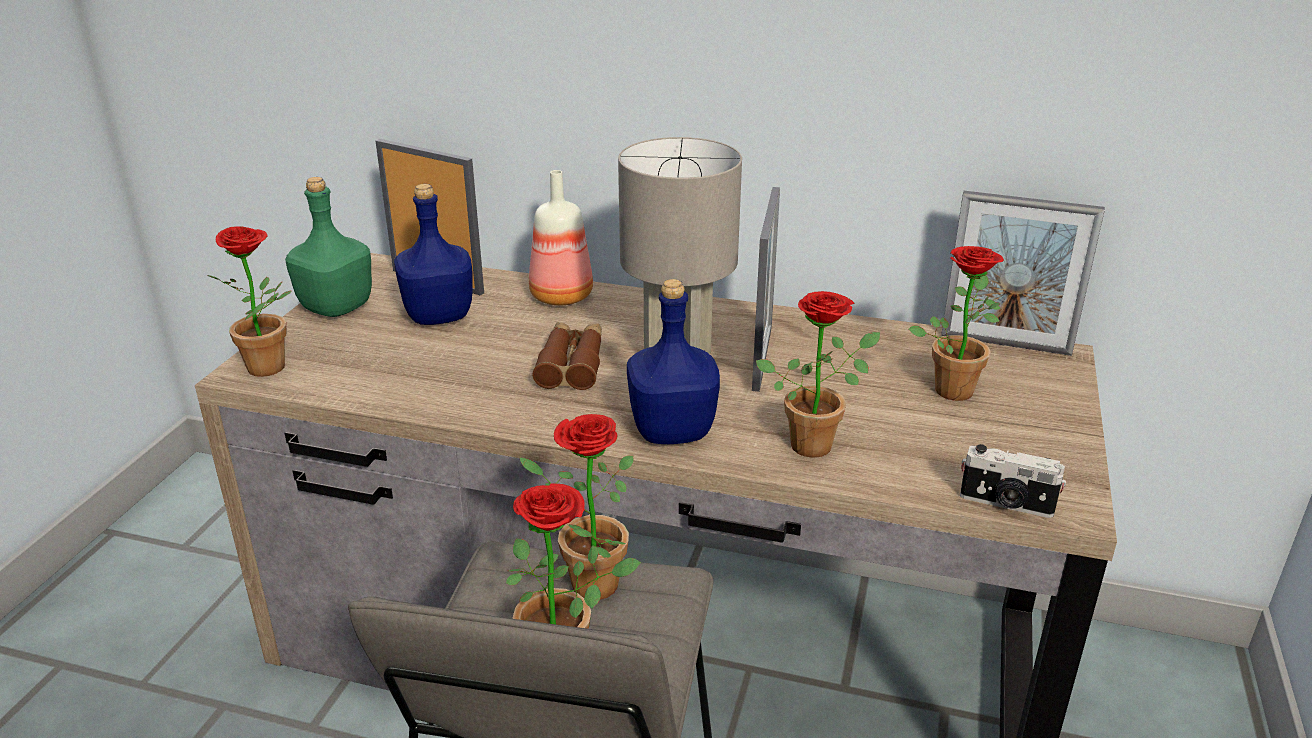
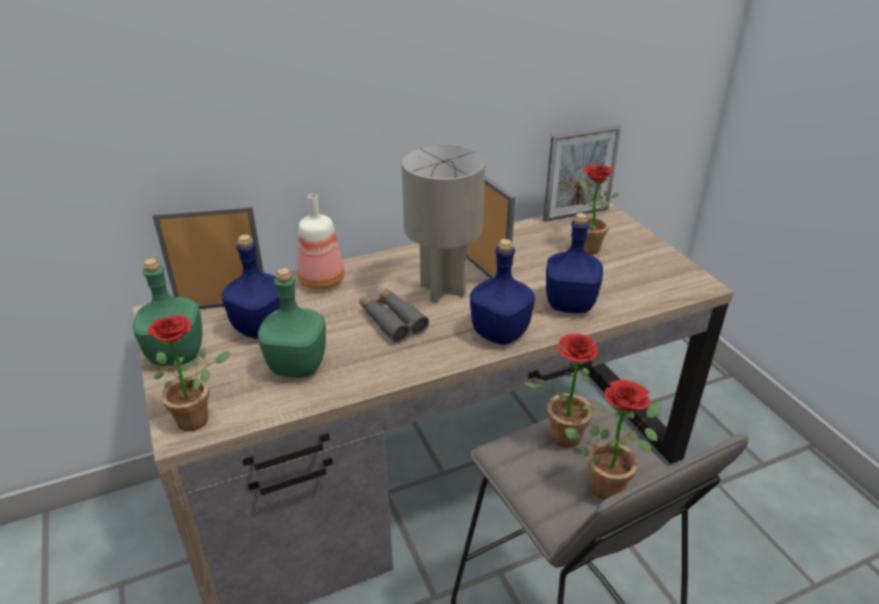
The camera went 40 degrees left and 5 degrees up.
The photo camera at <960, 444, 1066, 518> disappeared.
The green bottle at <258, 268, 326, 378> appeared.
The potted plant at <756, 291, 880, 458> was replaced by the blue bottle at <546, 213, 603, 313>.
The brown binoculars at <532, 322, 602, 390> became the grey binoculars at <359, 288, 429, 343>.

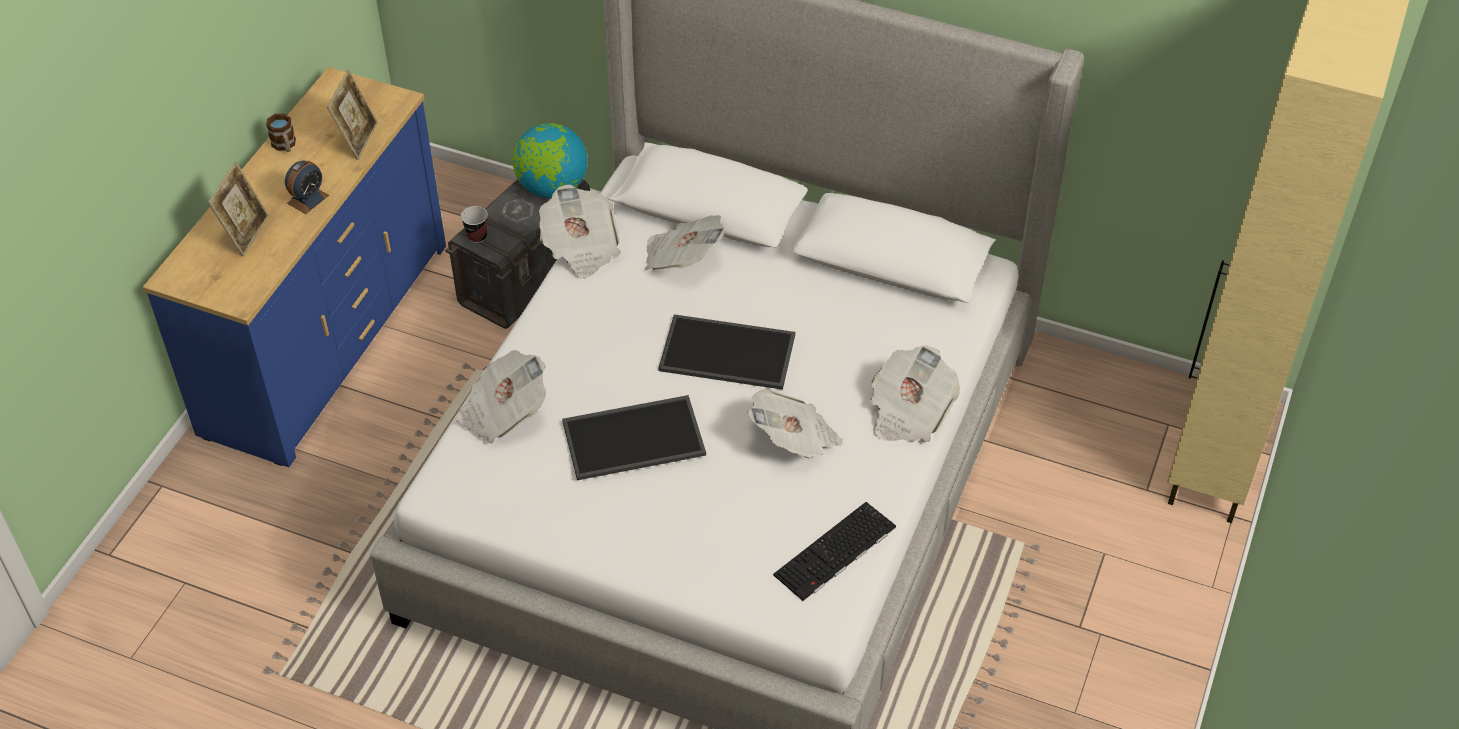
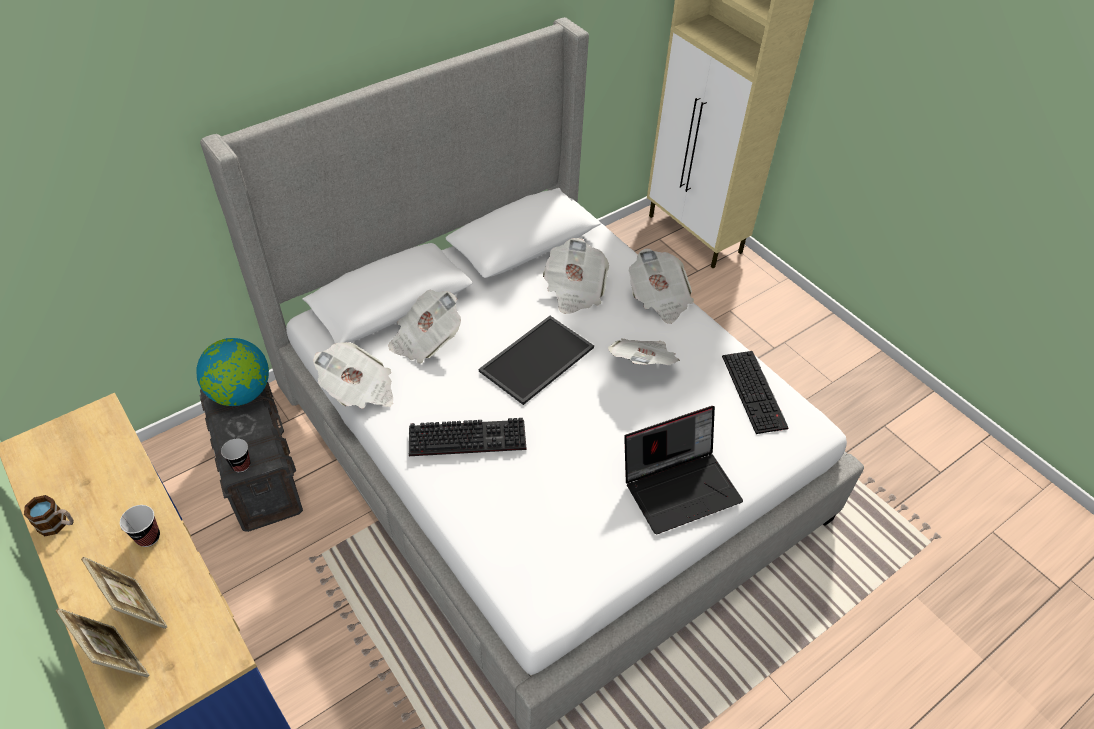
The camera went 60 degrees left and 0 degrees up.
The tray at <562, 395, 706, 480> disappeared.
The keyboard at <409, 418, 526, 456> appeared.
The laptop at <624, 406, 743, 534> appeared.
The picture frame moved from <327, 70, 378, 160> to <56, 608, 150, 677>.
The newspaper moved from <456, 350, 546, 444> to <543, 238, 609, 314>.
The alarm clock at <285, 160, 329, 214> was replaced by the cup at <120, 505, 160, 547>.

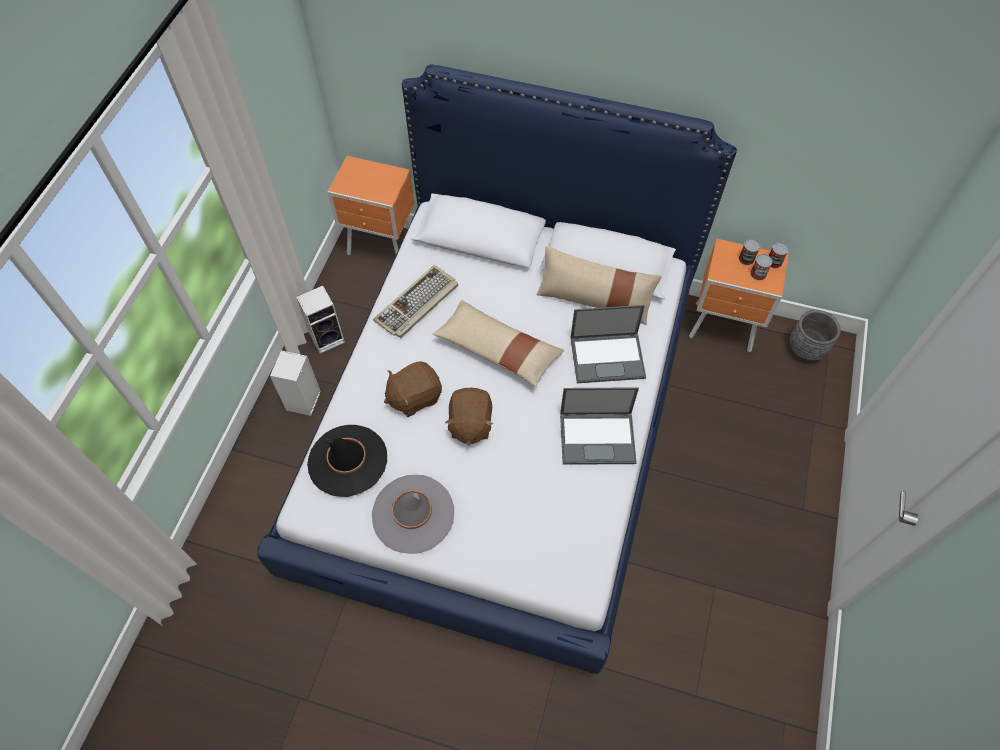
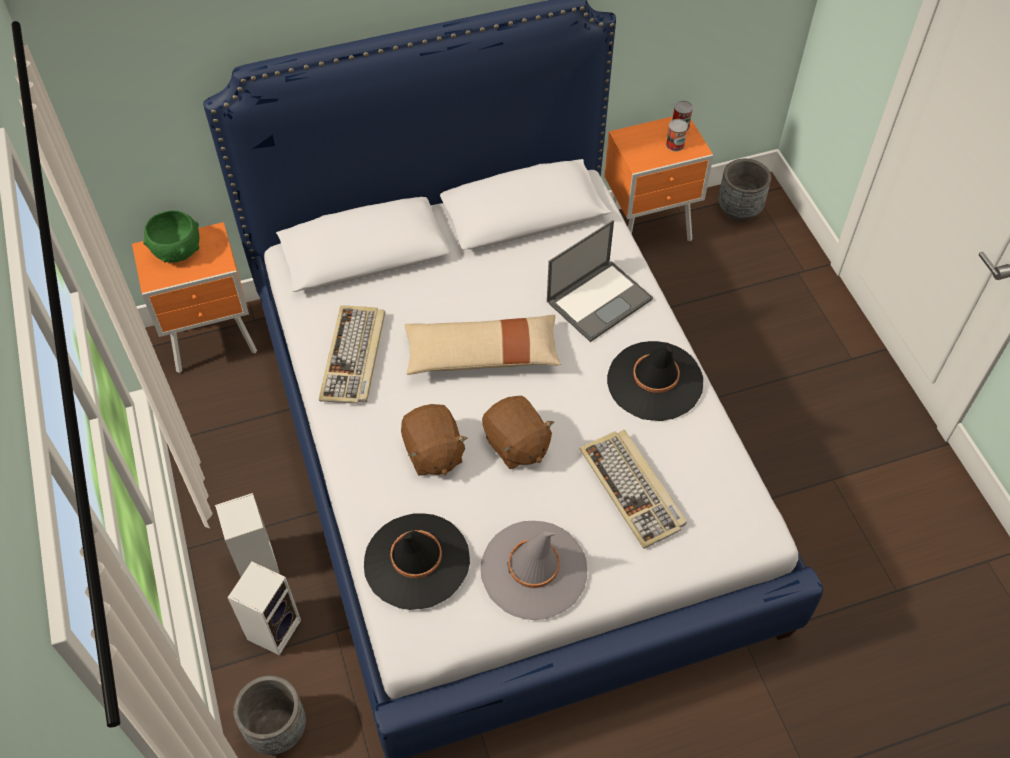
The camera went 35 degrees left and 5 degrees down.
The beige pillow at <536, 246, 662, 325> disappeared.
The can at <739, 239, 760, 265> disappeared.
The green bowl at <143, 210, 199, 263> appeared.
The grey planter at <233, 675, 306, 755> appeared.
The keyboard at <580, 430, 687, 549> appeared.
The speaker moved from <296, 286, 345, 354> to <227, 562, 301, 655>.
The laptop at <560, 387, 639, 465> was replaced by the black hat at <607, 341, 703, 421>.
The brown plush toy at <384, 361, 442, 417> turned 45 degrees counterclockwise.

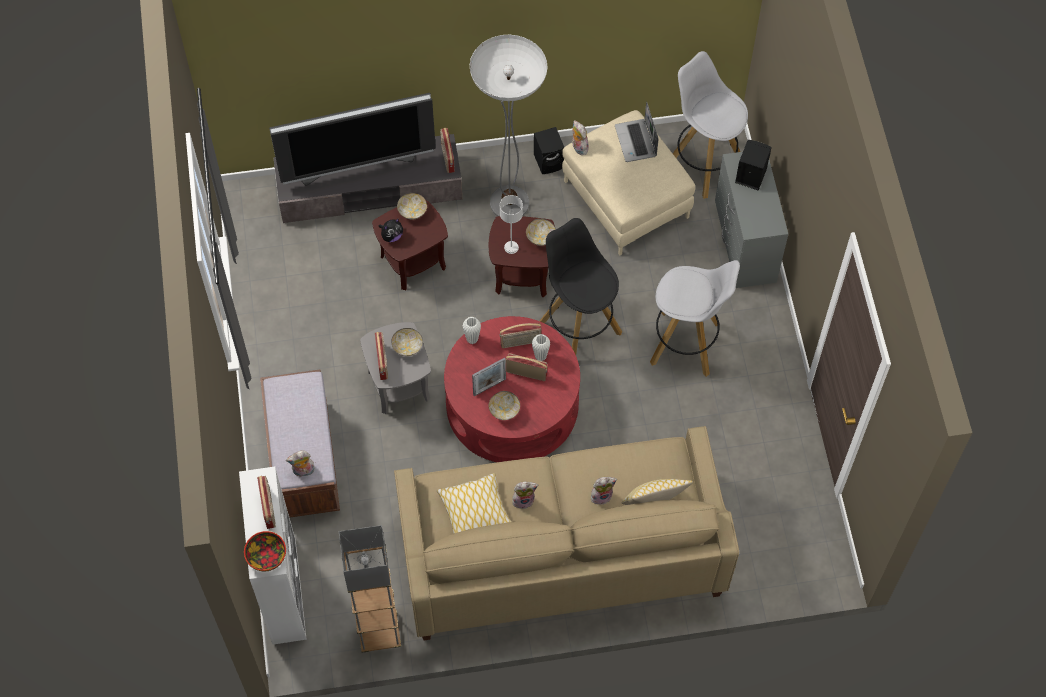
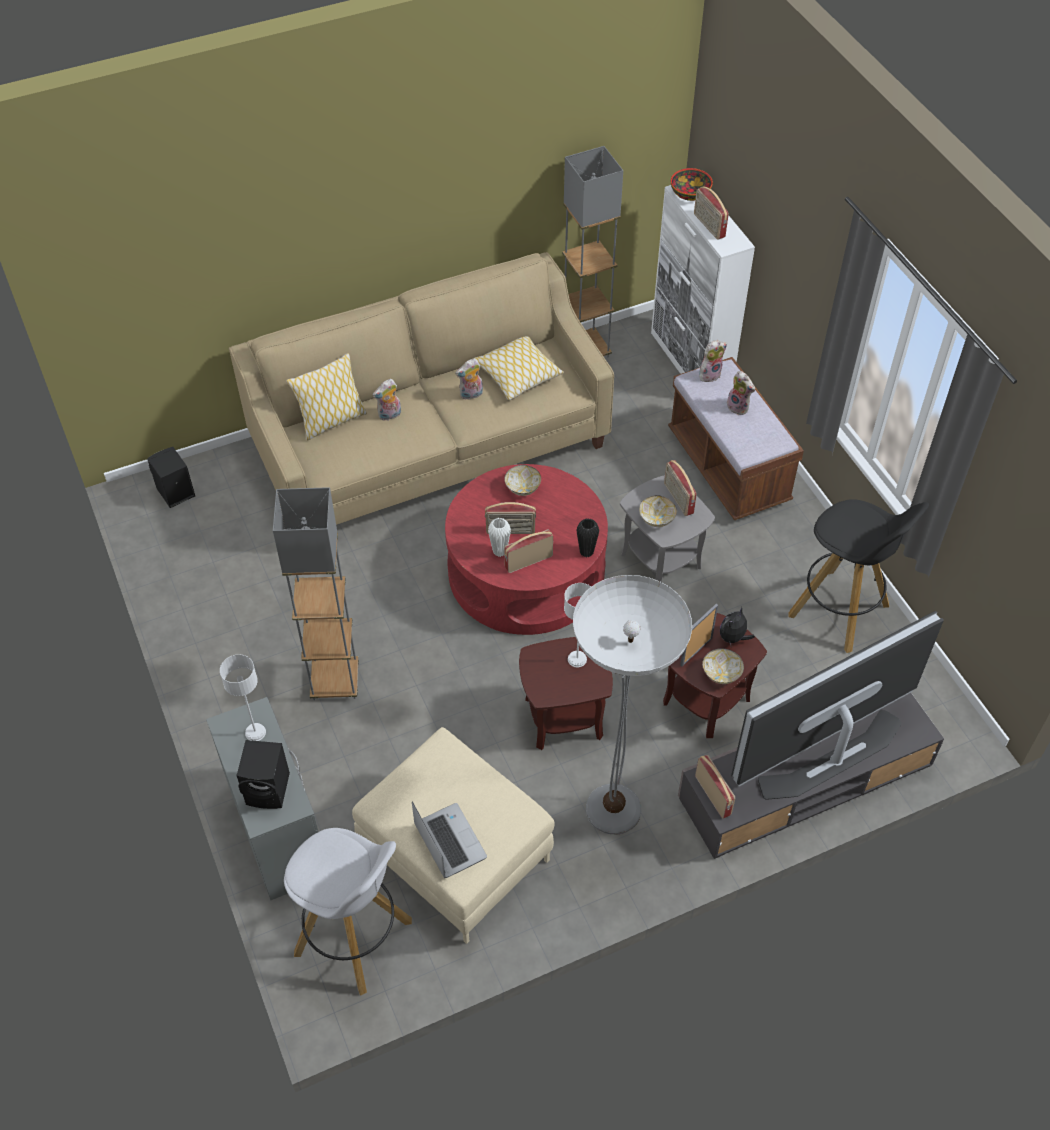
The camera went 165 degrees right and 10 degrees down.
The bowl at <526, 218, 556, 246> disappeared.
The grey table lamp at <220, 655, 266, 741> appeared.
The picture frame moved from <472, 358, 506, 396> to <680, 604, 718, 666>.
The black speaker moved from <534, 127, 564, 174> to <147, 447, 195, 508>.
The black stool moved from <540, 218, 622, 355> to <789, 499, 929, 653>.
The plush toy moved from <572, 120, 590, 155> to <727, 371, 755, 415>.
The white stool at <650, 260, 740, 377> was replaced by the grey floor lamp at <273, 487, 359, 700>.
The white vase at <462, 317, 481, 344> became the black vase at <576, 518, 599, 557>.

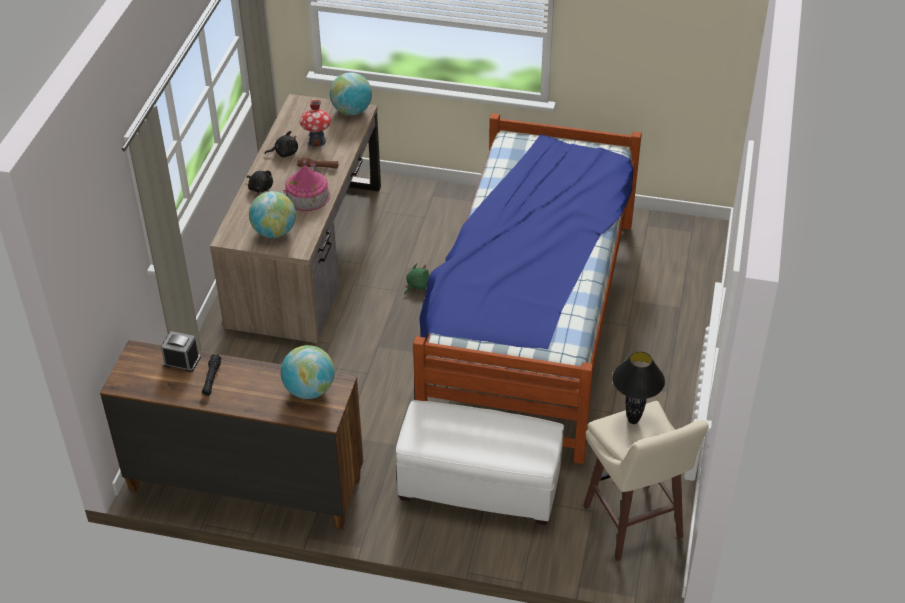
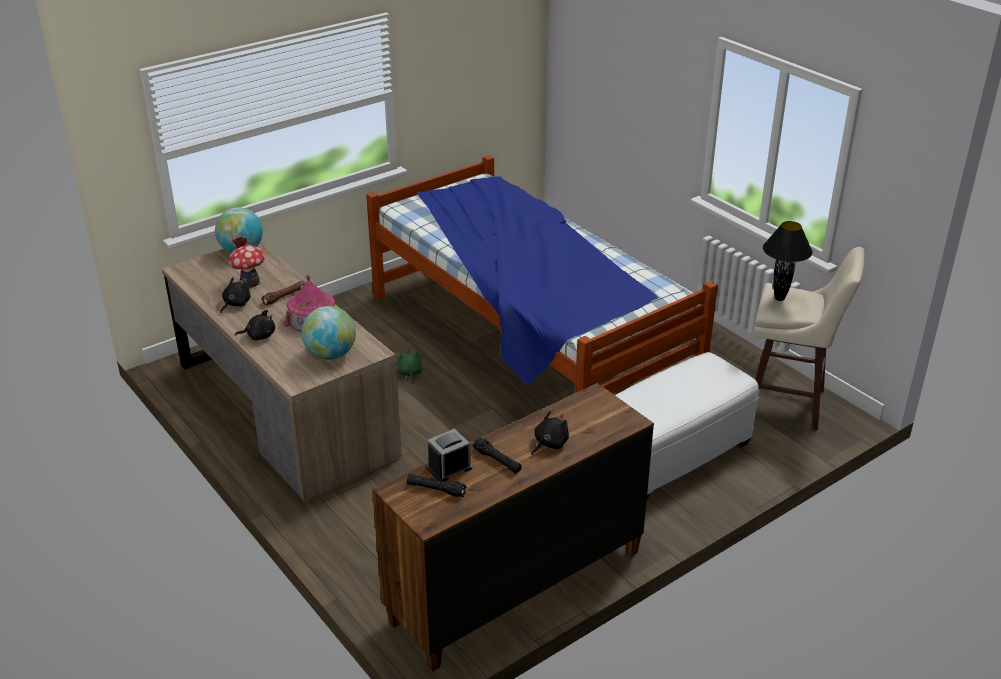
The camera went 50 degrees left and 10 degrees down.
The globe at <281, 345, 335, 399> disappeared.
The black flashlight at <407, 474, 467, 497> appeared.
The black plush toy at <531, 411, 569, 455> appeared.

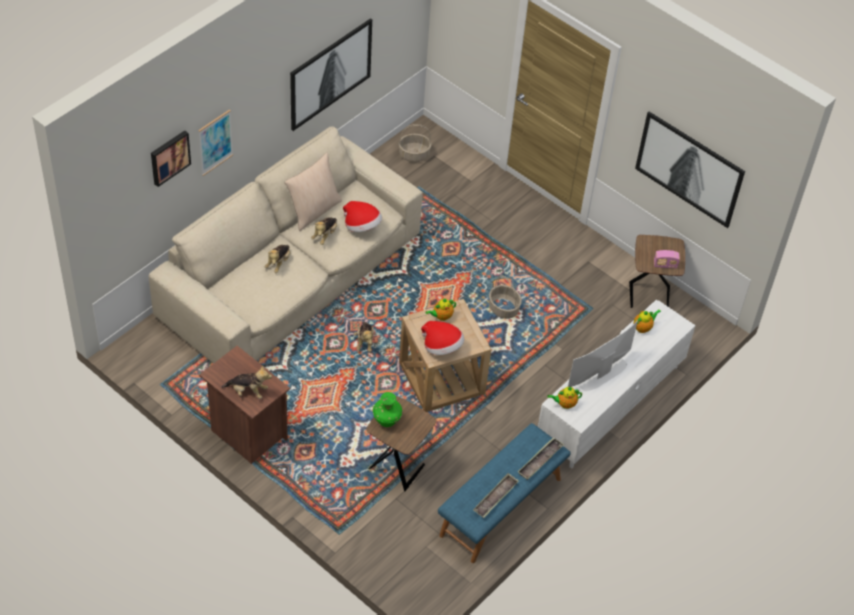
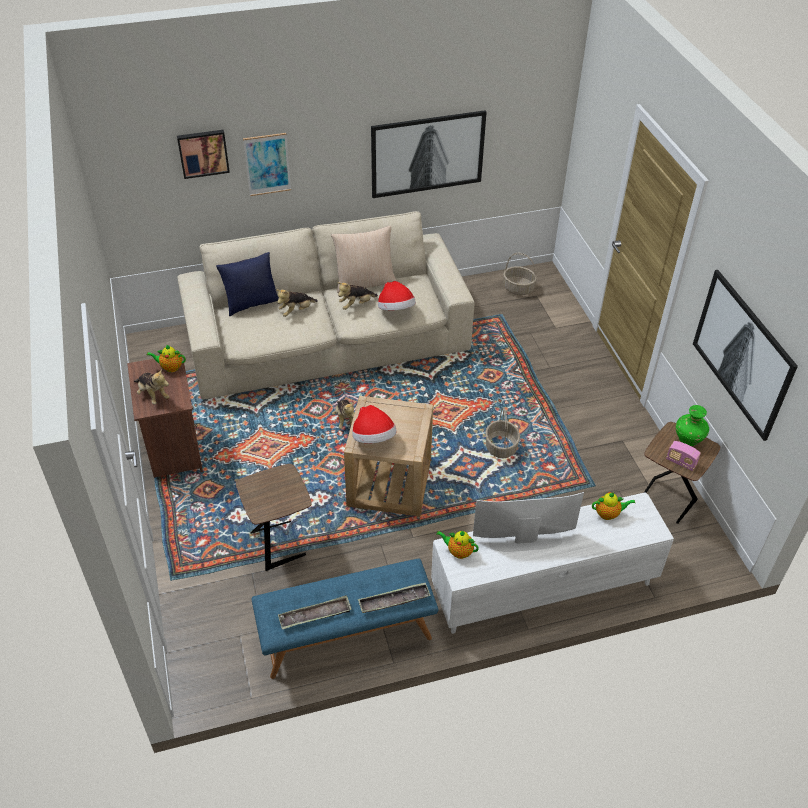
The camera went 35 degrees right and 5 degrees down.
The blue pillow at <216, 252, 279, 316> appeared.
The green vase moved from <373, 392, 402, 427> to <676, 405, 709, 446>.
The teapot moved from <425, 298, 456, 321> to <147, 345, 186, 372>.
The plush toy at <354, 322, 374, 352> turned 45 degrees counterclockwise.

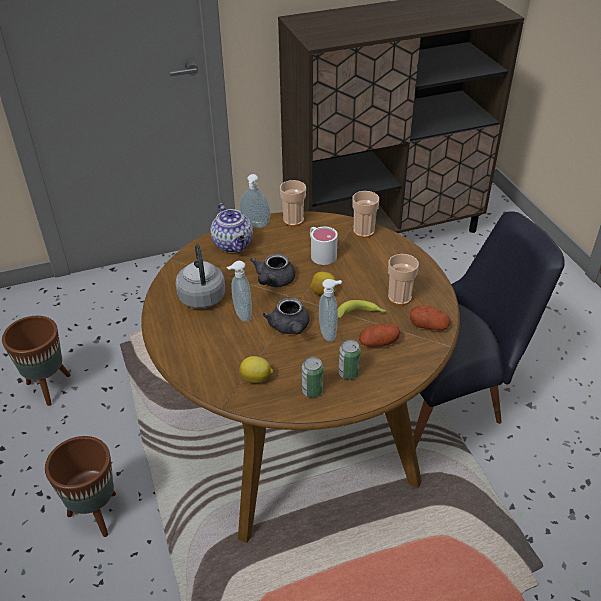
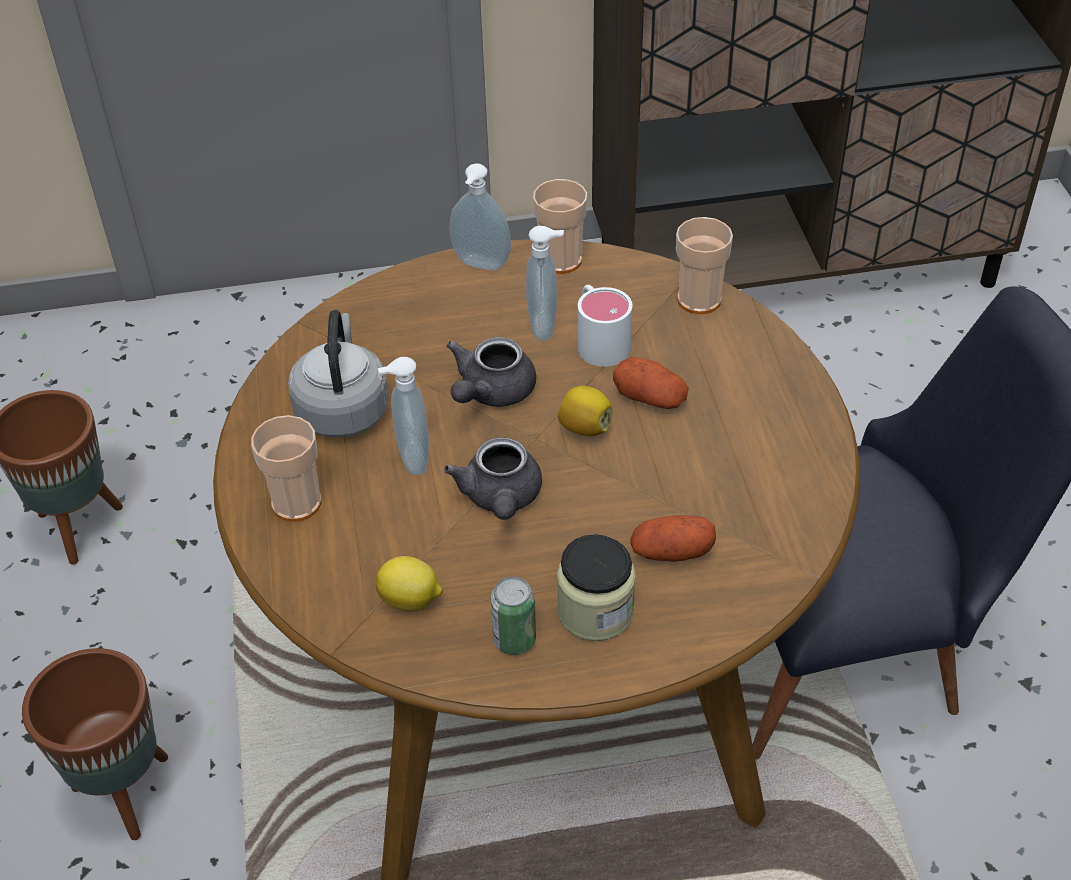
The camera went 10 degrees right and 5 degrees up.
The teapot at <210, 203, 253, 253> disappeared.
The banana at <338, 300, 386, 318> disappeared.
The soap dispenser moved from <319, 279, 342, 342> to <526, 226, 564, 341>.
The cup moved from <388, 254, 419, 306> to <251, 415, 321, 522>.
The potato moved from <410, 305, 451, 331> to <613, 357, 689, 409>.
The can at <338, 340, 361, 380> was replaced by the jar at <557, 534, 636, 641>.

